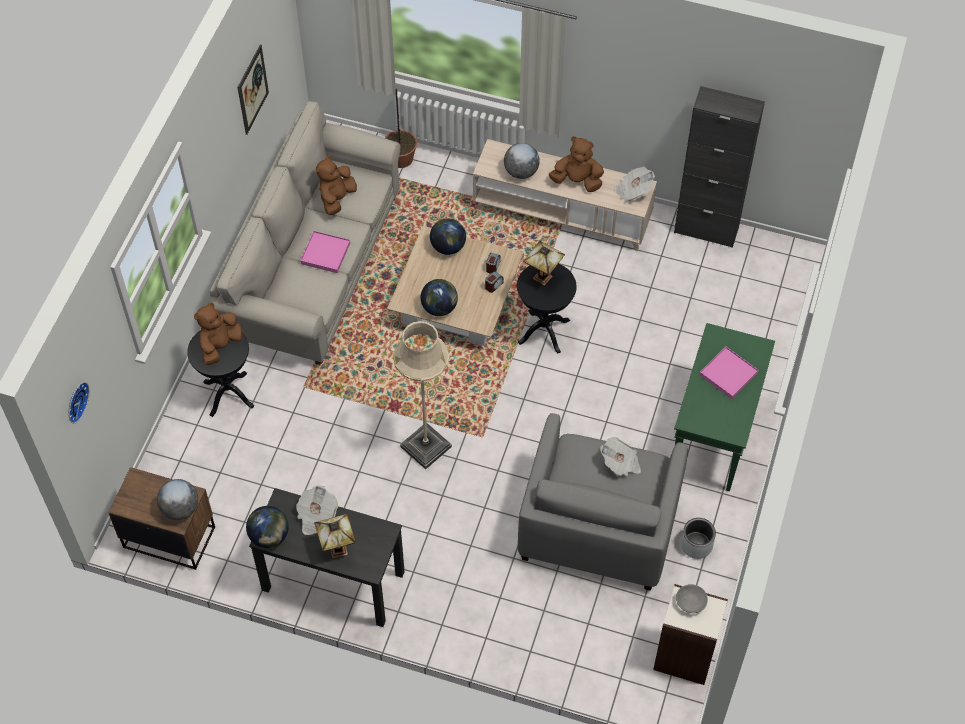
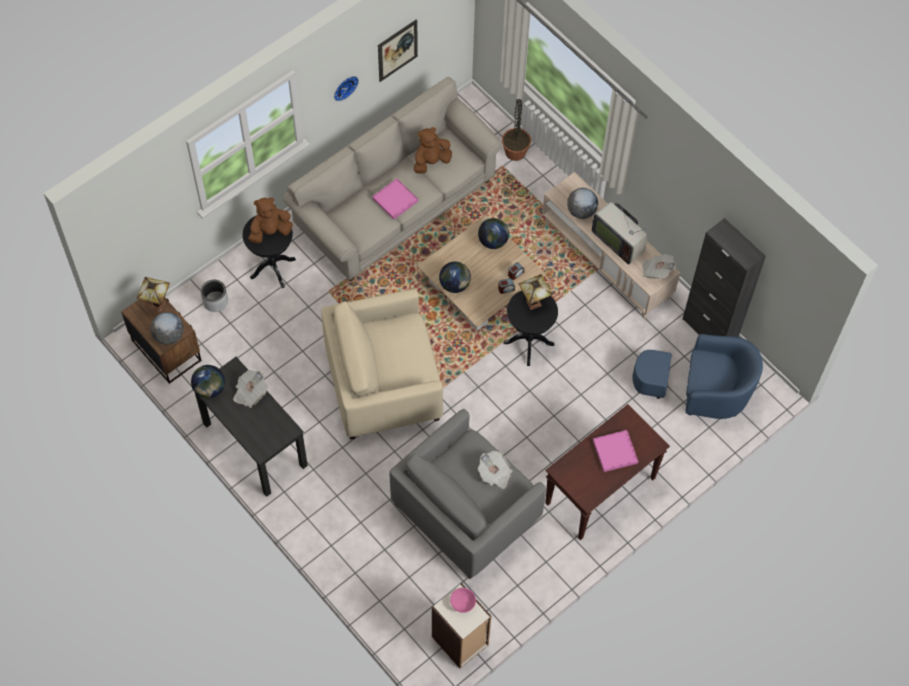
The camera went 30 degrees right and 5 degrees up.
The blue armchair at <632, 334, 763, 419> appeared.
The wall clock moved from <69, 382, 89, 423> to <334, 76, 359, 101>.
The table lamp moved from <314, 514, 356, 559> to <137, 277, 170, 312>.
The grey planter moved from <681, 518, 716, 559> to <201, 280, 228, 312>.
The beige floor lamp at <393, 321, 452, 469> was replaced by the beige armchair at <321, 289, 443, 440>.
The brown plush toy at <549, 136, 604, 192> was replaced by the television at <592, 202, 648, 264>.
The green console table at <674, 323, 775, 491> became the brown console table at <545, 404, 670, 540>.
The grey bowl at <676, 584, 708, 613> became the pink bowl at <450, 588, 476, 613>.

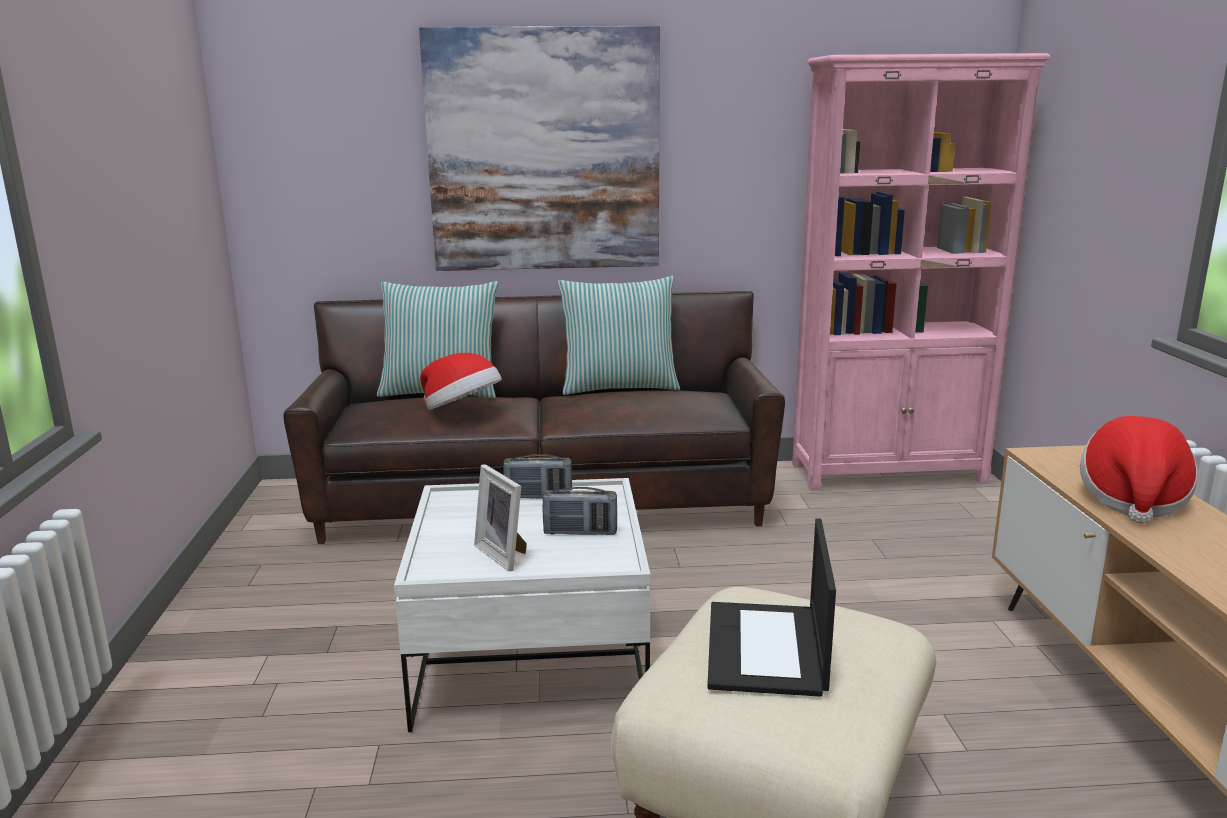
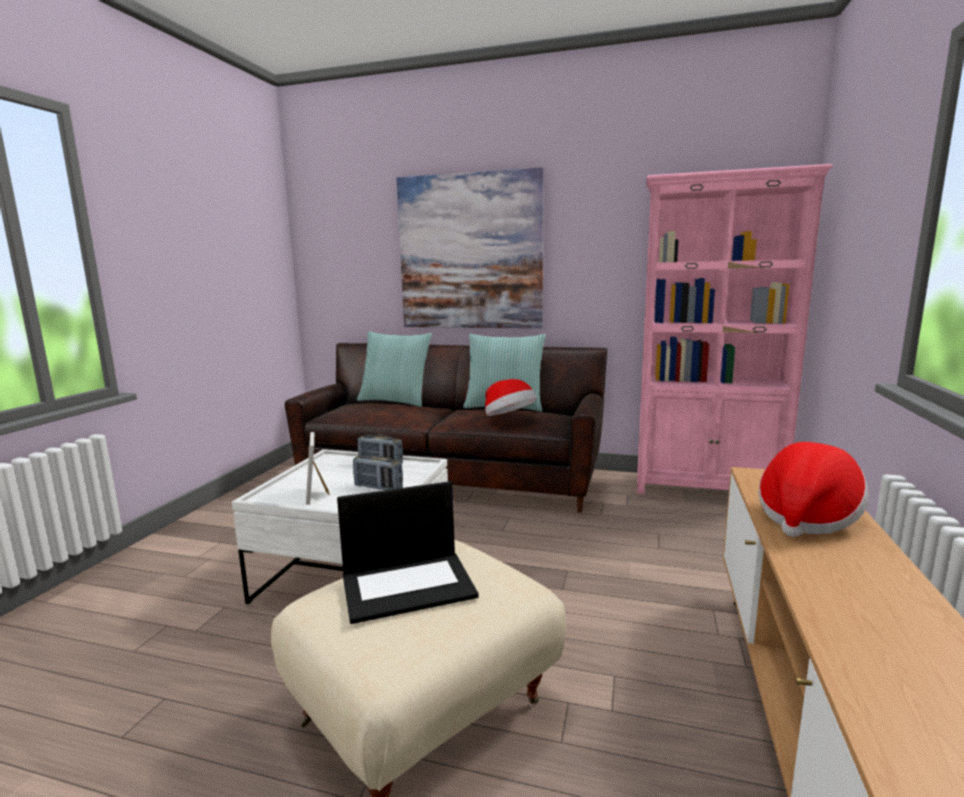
The camera went 20 degrees right and 5 degrees down.
The hat moved from <420, 353, 502, 410> to <485, 379, 537, 416>.
The laptop at <707, 518, 836, 697> turned 135 degrees counterclockwise.

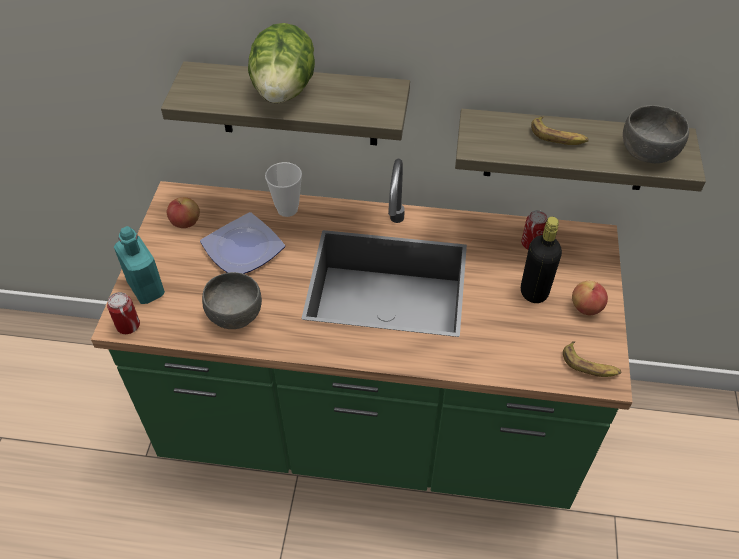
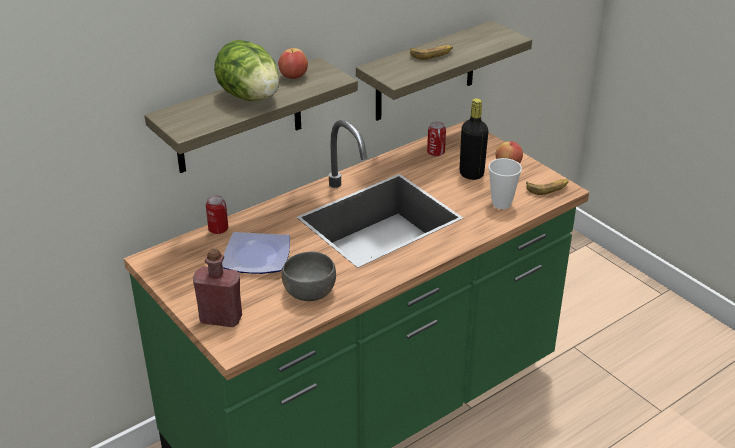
The camera went 45 degrees left and 15 degrees down.
The grey bowl at <623, 105, 689, 163> disappeared.
The can moved from <107, 292, 140, 334> to <206, 195, 228, 234>.
The apple moved from <166, 197, 200, 228> to <278, 48, 308, 79>.
The cup moved from <265, 162, 302, 217> to <489, 158, 522, 209>.
The turquoise bottle at <114, 226, 165, 304> became the red bottle at <193, 248, 242, 327>.

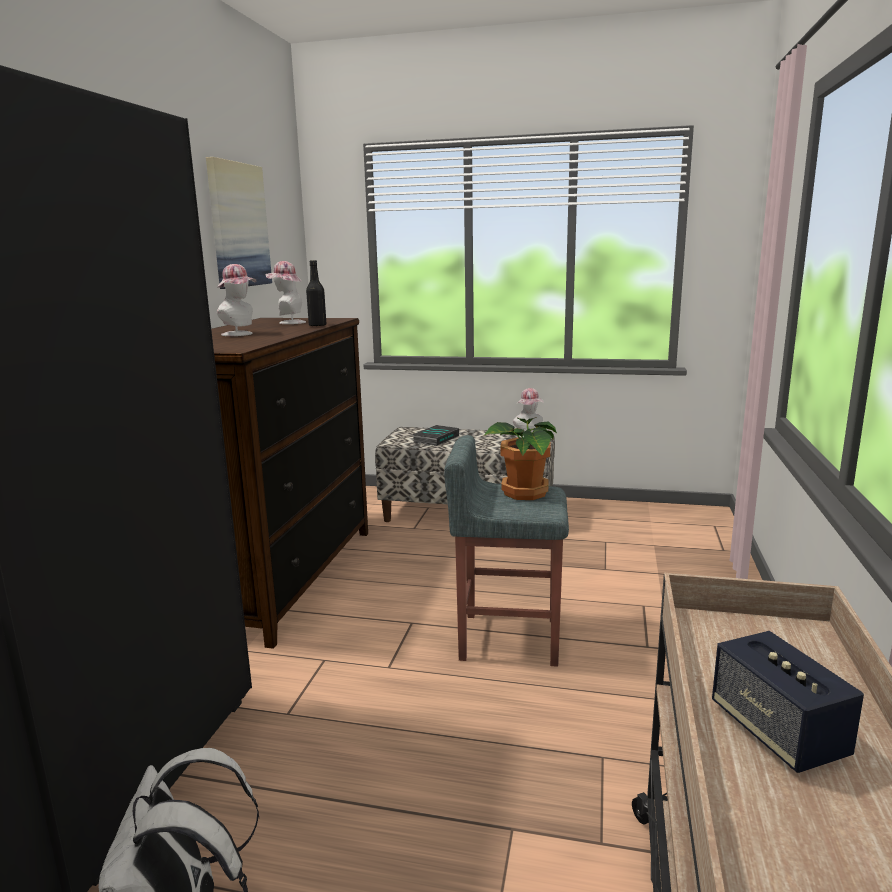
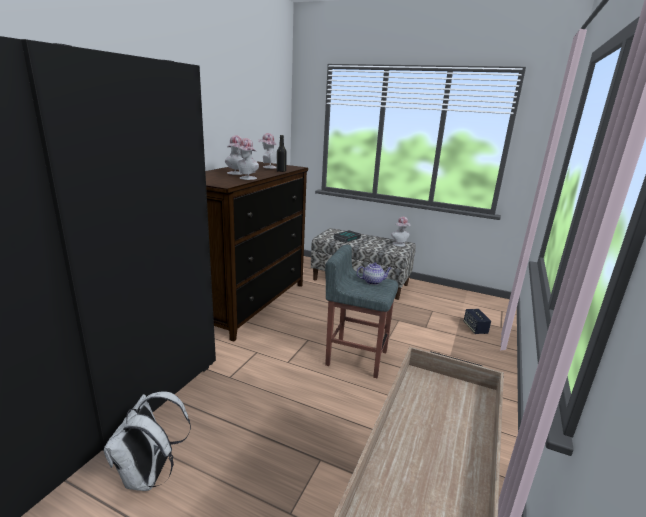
The camera went 10 degrees right and 5 degrees up.
The picture at <206, 157, 272, 289> disappeared.
The hat at <235, 138, 259, 180> appeared.
The speaker moved from <712, 631, 864, 773> to <464, 309, 491, 334>.
The potted plant at <484, 417, 557, 500> was replaced by the teapot at <356, 263, 392, 285>.

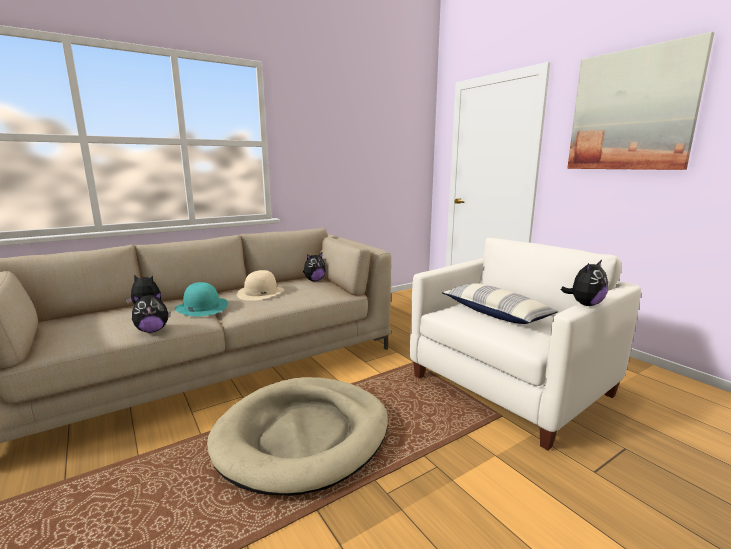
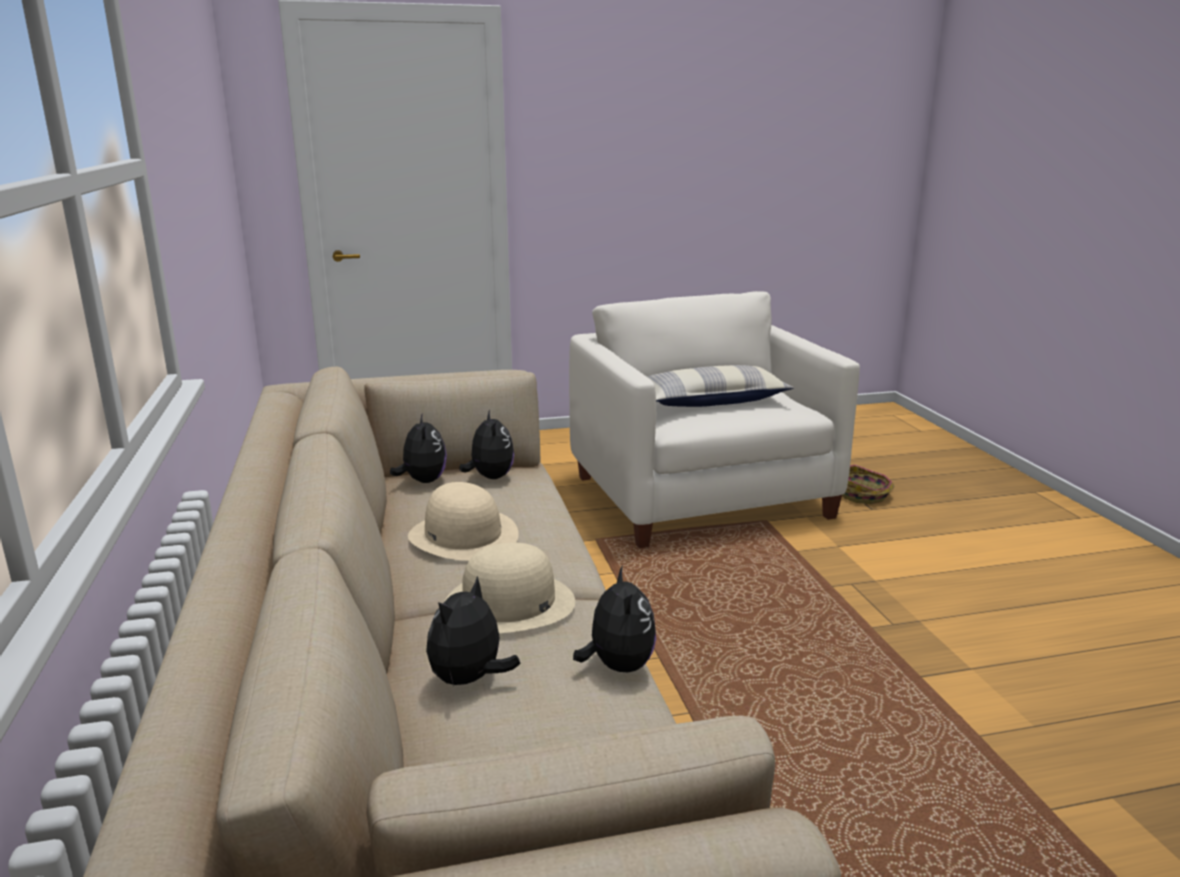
The camera went 70 degrees left and 5 degrees up.
The beige dog bed at <207, 377, 388, 496> disappeared.
The picture at <567, 32, 714, 170> disappeared.
The basket at <842, 465, 895, 504> appeared.
The plush toy moved from <561, 260, 608, 306> to <460, 410, 514, 479>.
The turquoise hat at <175, 282, 228, 317> became the beige hat at <444, 542, 575, 633>.

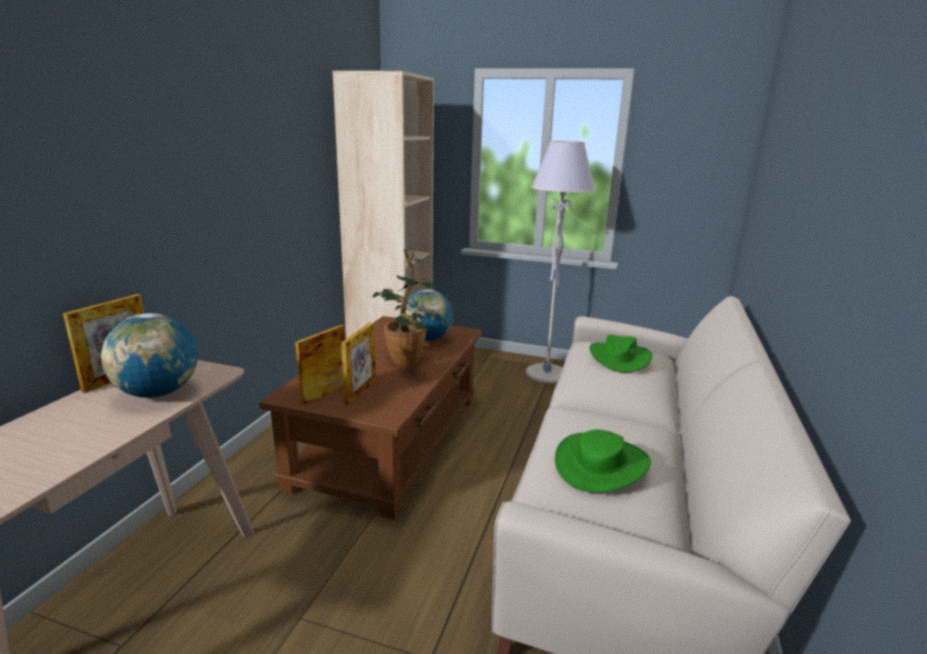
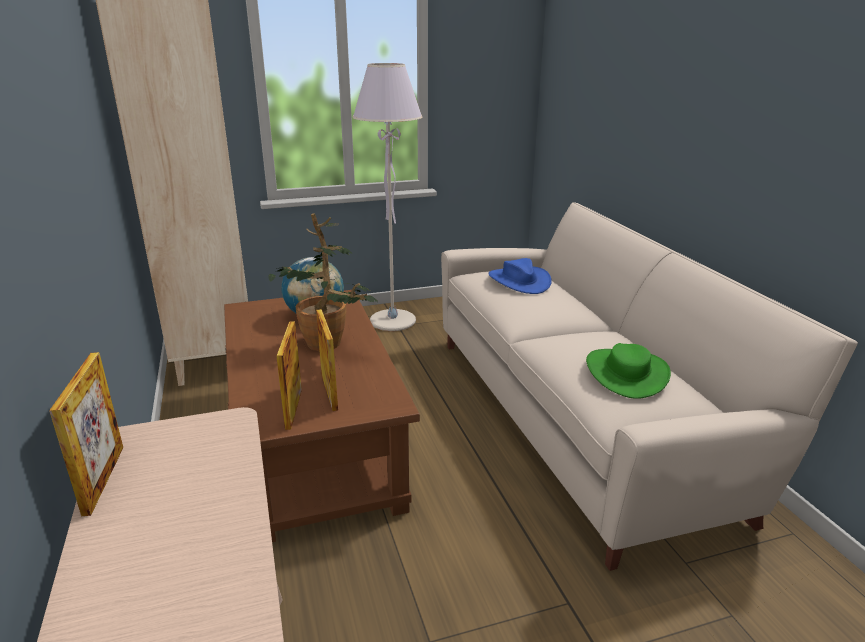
The camera went 35 degrees left and 5 degrees up.
The globe at <101, 313, 198, 398> disappeared.
The green hat at <590, 335, 653, 373> became the blue hat at <488, 258, 552, 294>.

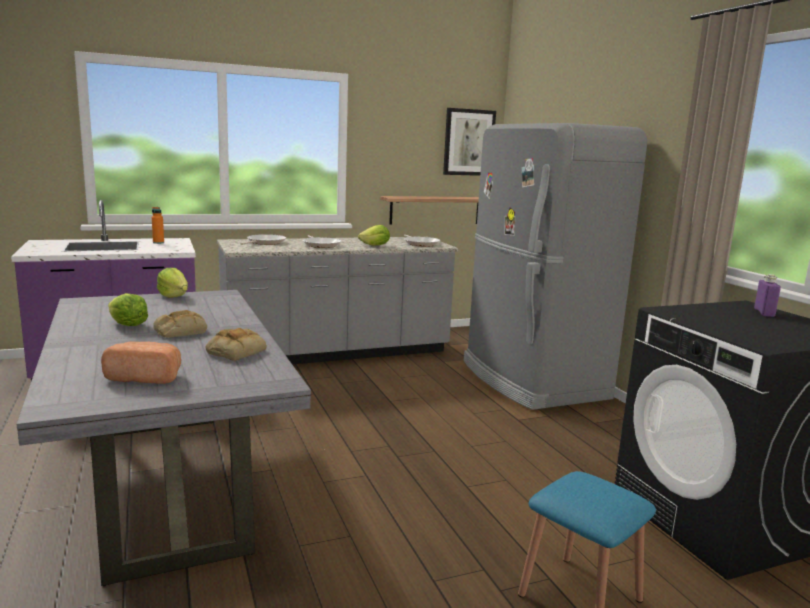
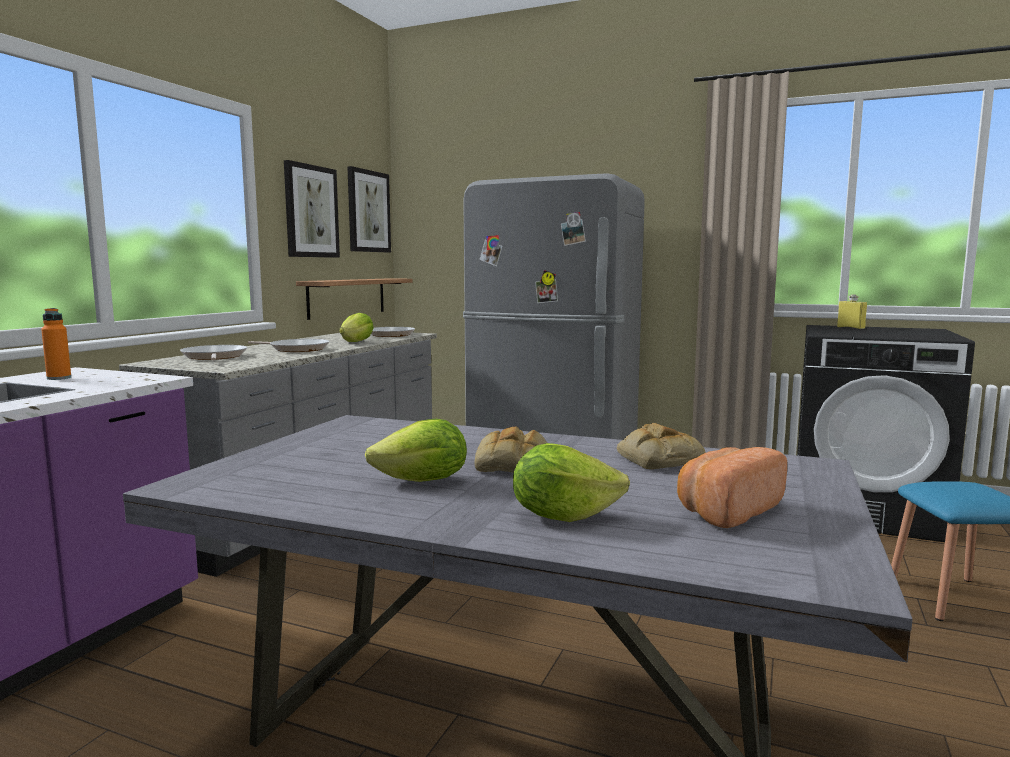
The camera went 45 degrees left and 5 degrees down.
The picture at <284, 160, 340, 258> appeared.
The lettuce moved from <157, 268, 188, 298> to <513, 443, 630, 522>.
The purple bottle at <754, 274, 781, 317> became the yellow bottle at <837, 295, 867, 329>.

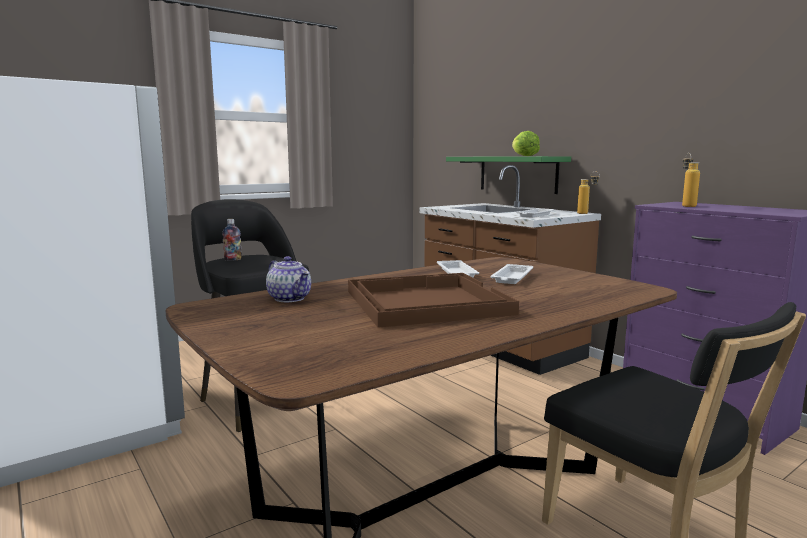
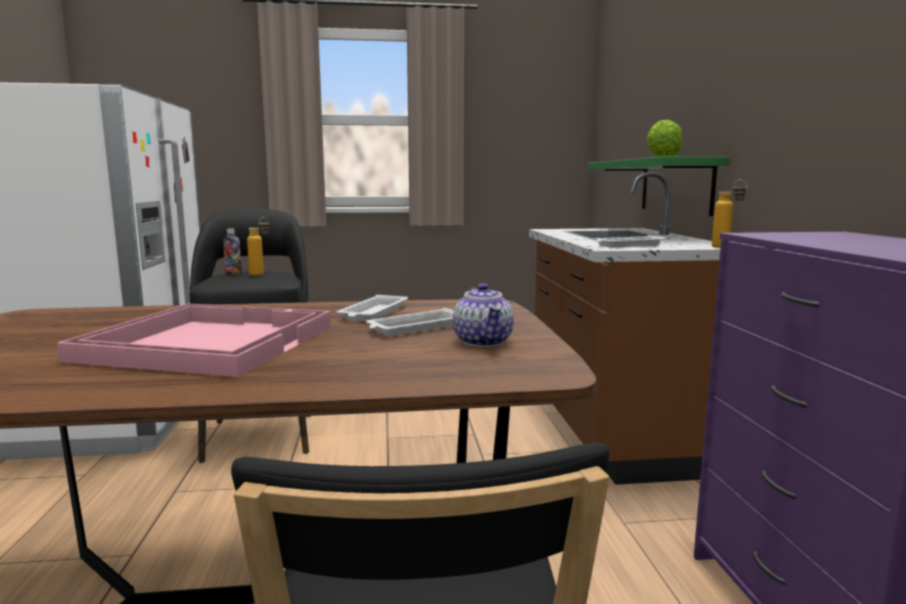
The camera went 30 degrees right and 0 degrees up.
The teapot moved from <266, 256, 311, 302> to <453, 283, 514, 347>.
The bottle moved from <682, 153, 700, 207> to <247, 217, 269, 276>.
The brown tray at <348, 273, 519, 328> became the pink tray at <57, 303, 331, 377>.

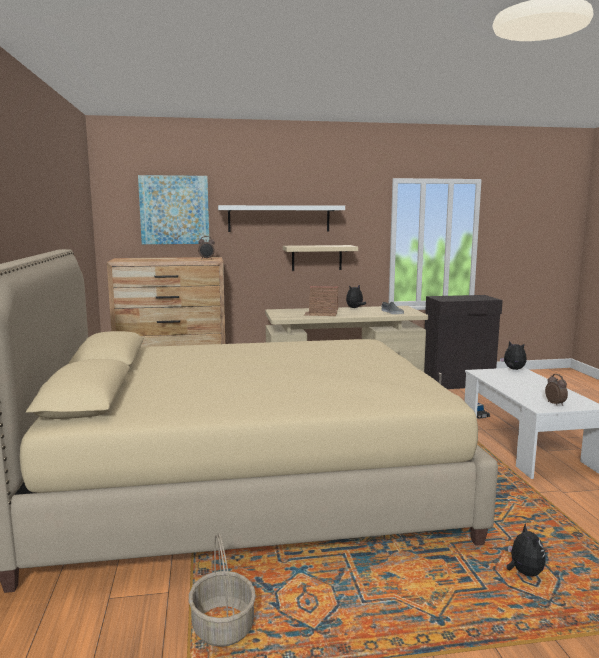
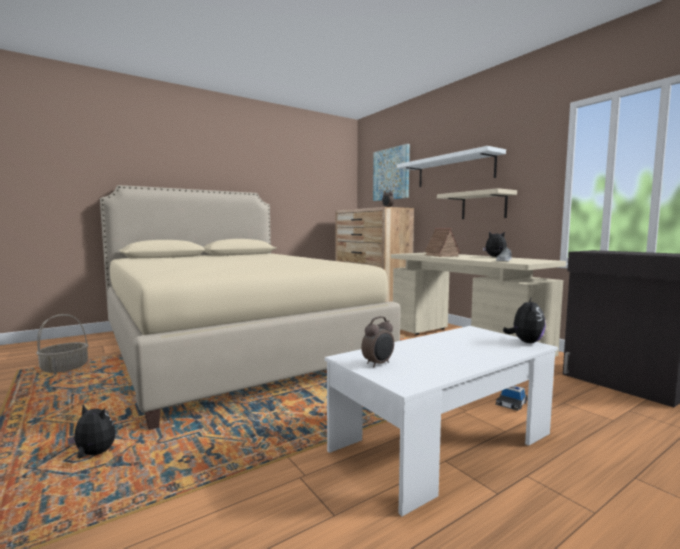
The camera went 65 degrees right and 5 degrees down.
The plush toy at <507, 523, 546, 576> turned 135 degrees counterclockwise.

